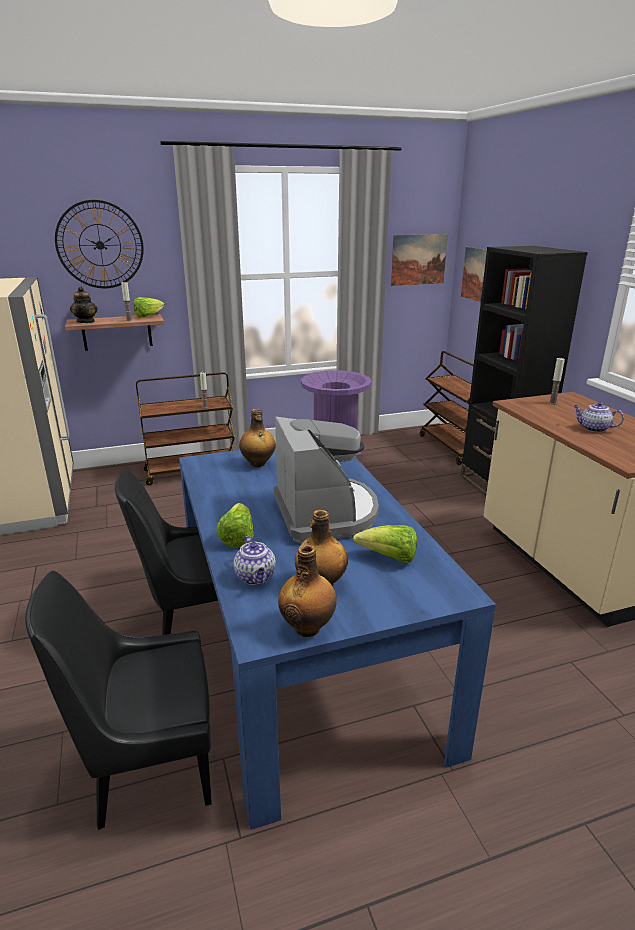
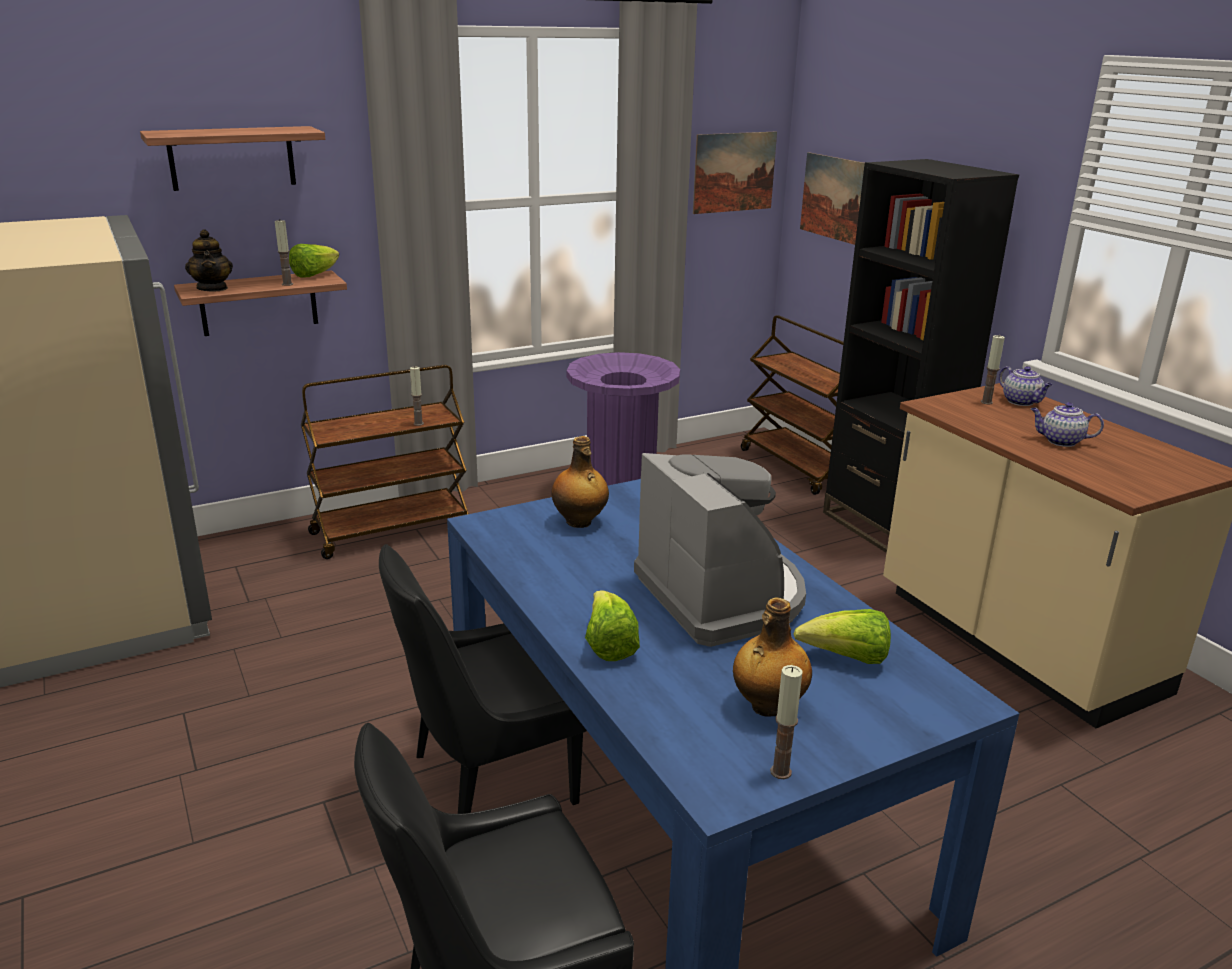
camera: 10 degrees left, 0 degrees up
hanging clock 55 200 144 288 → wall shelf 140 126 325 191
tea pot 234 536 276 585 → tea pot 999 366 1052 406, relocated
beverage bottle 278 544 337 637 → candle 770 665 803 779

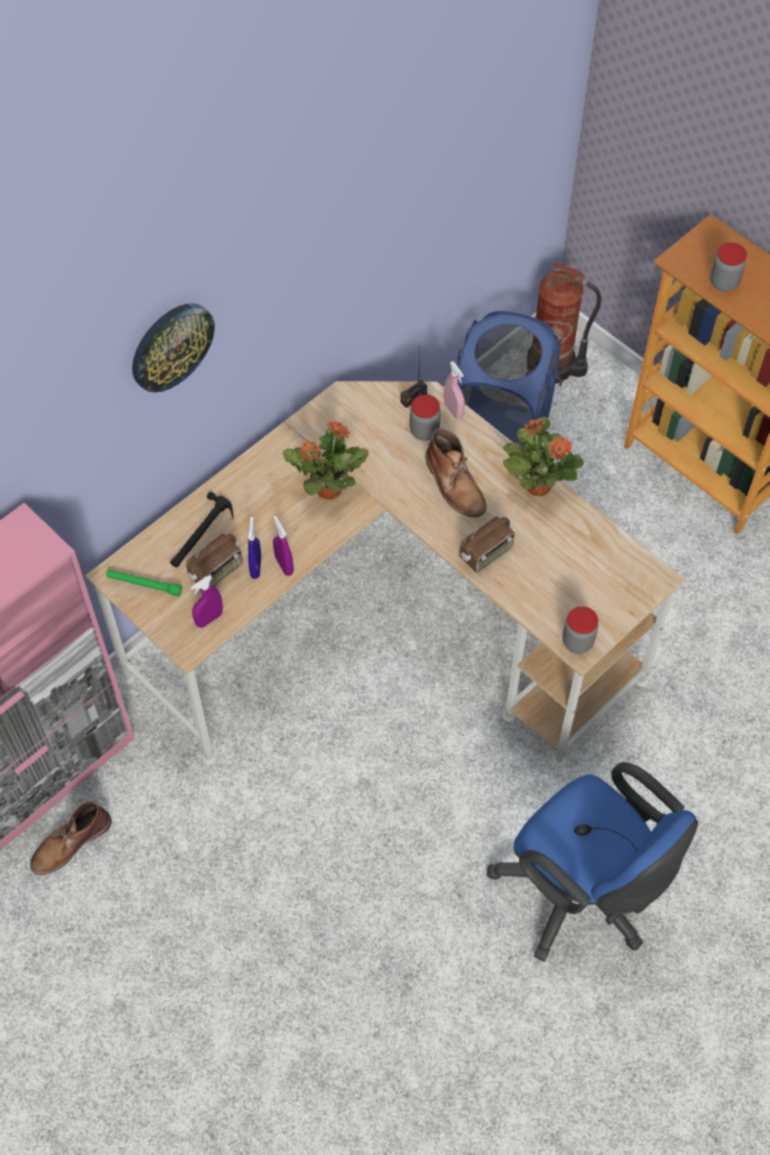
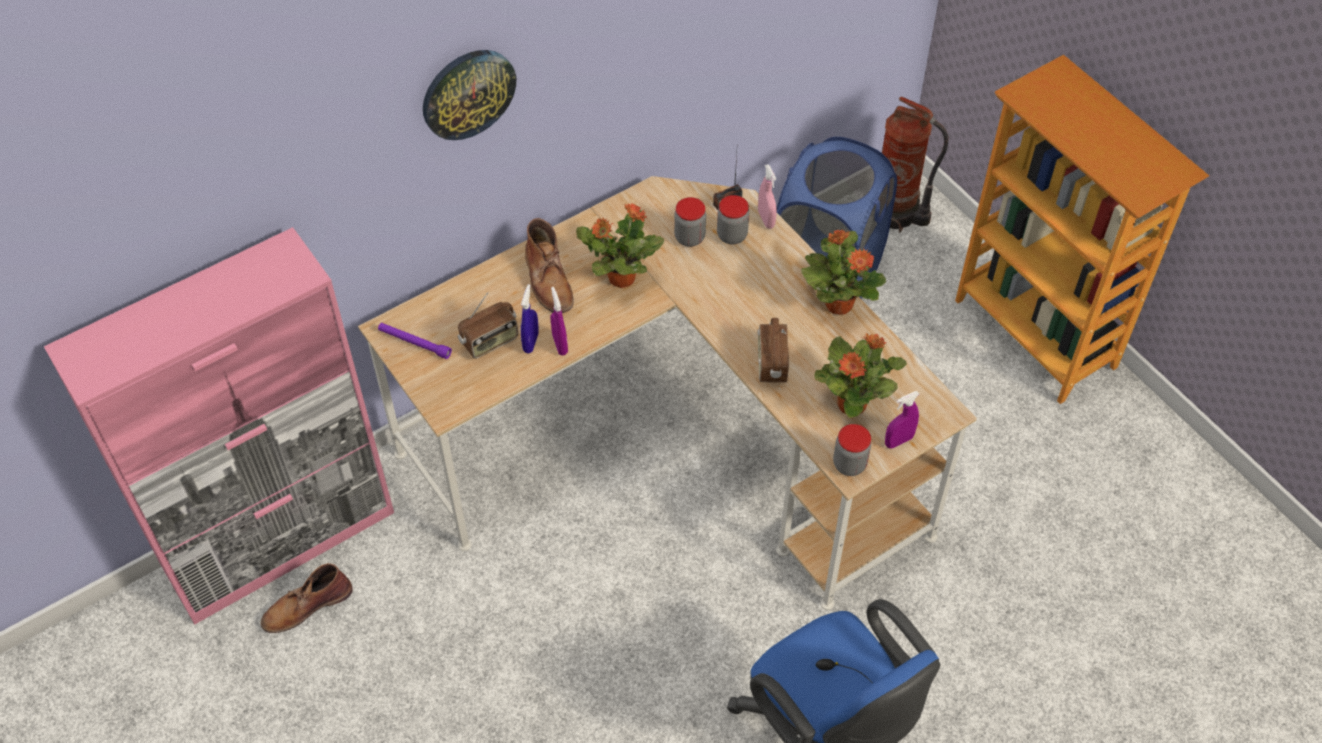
camera: 10 degrees right, 5 degrees down
preserve jar 710 243 747 292 → preserve jar 674 197 706 247, relocated
tall boot/brown 426 428 487 517 → tall boot/brown 525 218 574 313, relocated
tool hammer 170 492 233 567 → -
radio receiver 459 510 515 573 → radio receiver 758 318 789 382, 120 degrees clockwise
hand torch/green-coloured 106 570 182 596 → hand torch/purplish 378 323 452 359
hand sprayer/purplish 191 575 223 628 → hand sprayer/purplish 885 391 919 449, relocated
- → plant in a pot 814 333 907 418

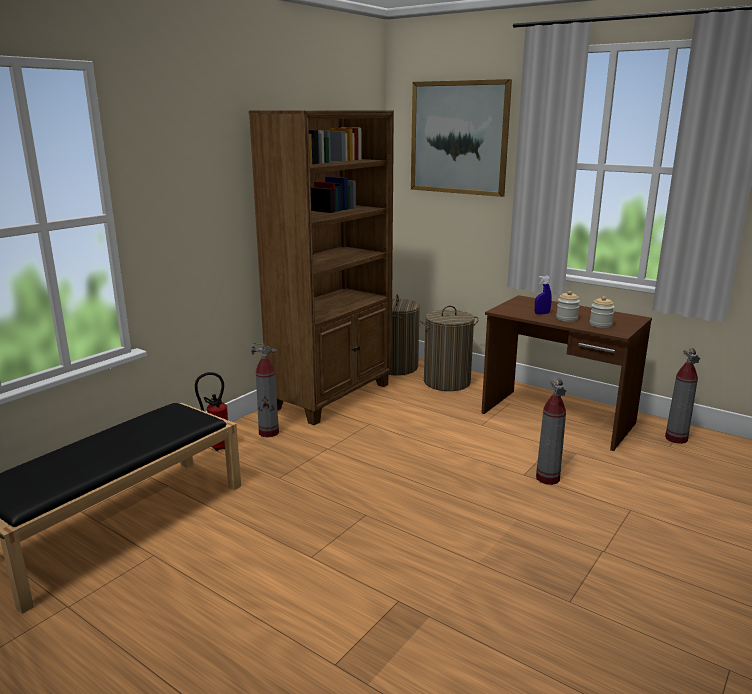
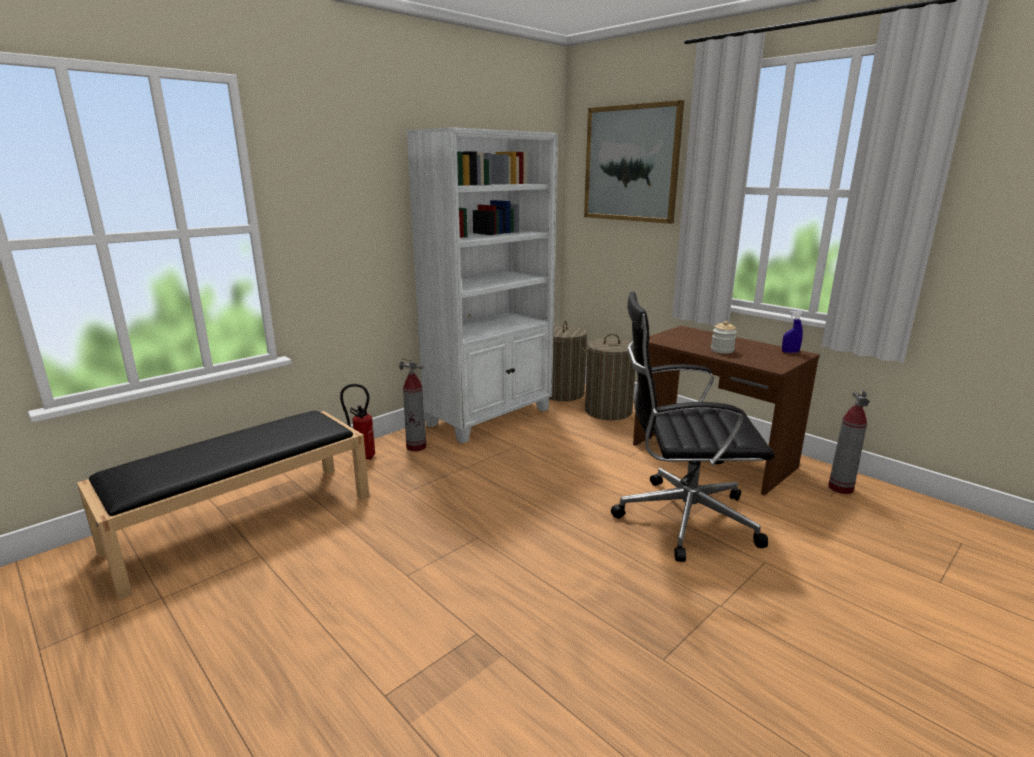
camera: 10 degrees right, 0 degrees up
bookshelf/brown 249 110 394 425 → bookshelf/whitish 406 127 558 443
hand sprayer/blue-coloured 535 276 552 314 → hand sprayer/blue-coloured 782 310 803 353, relocated
preserve jar 590 296 614 328 → -
extinguisher 536 378 566 485 → computer chair/blackish 611 291 775 562

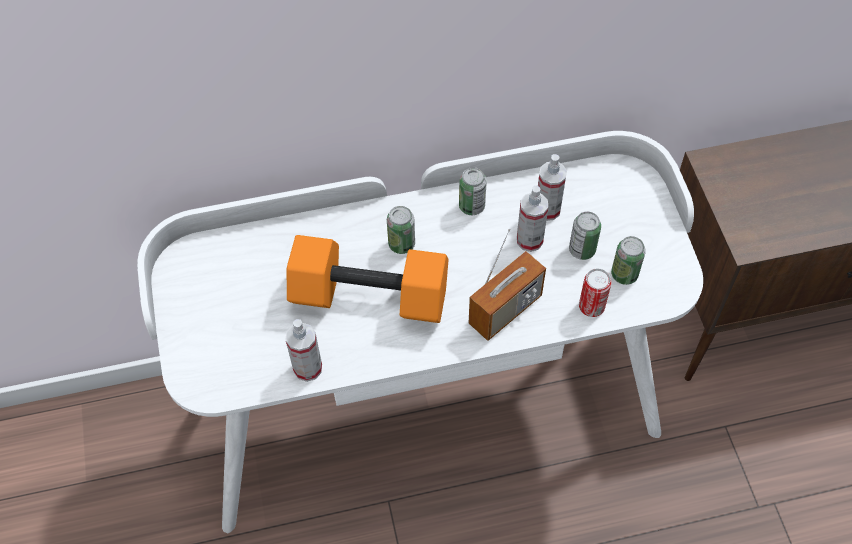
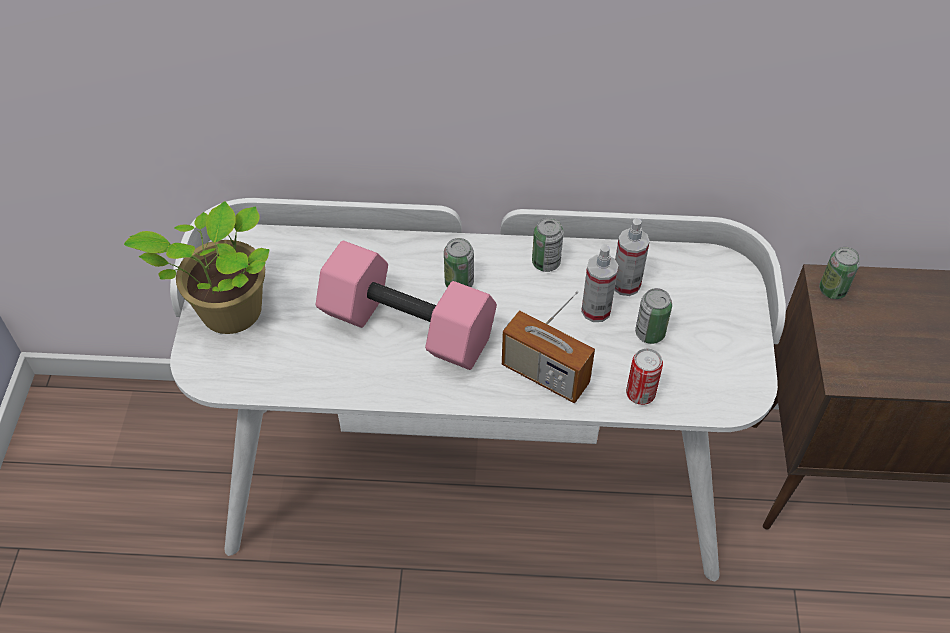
camera: 15 degrees right, 5 degrees down
radio receiver 469 228 546 341 → radio receiver 502 291 595 403, 60 degrees clockwise
free weight/orangey 287 235 449 323 → free weight/pink-coloured 316 240 497 370
metal can 611 236 646 285 → metal can 819 247 860 299, relocated
hand sprayer 286 319 322 382 → -
- → plant in a pot 124 201 270 334

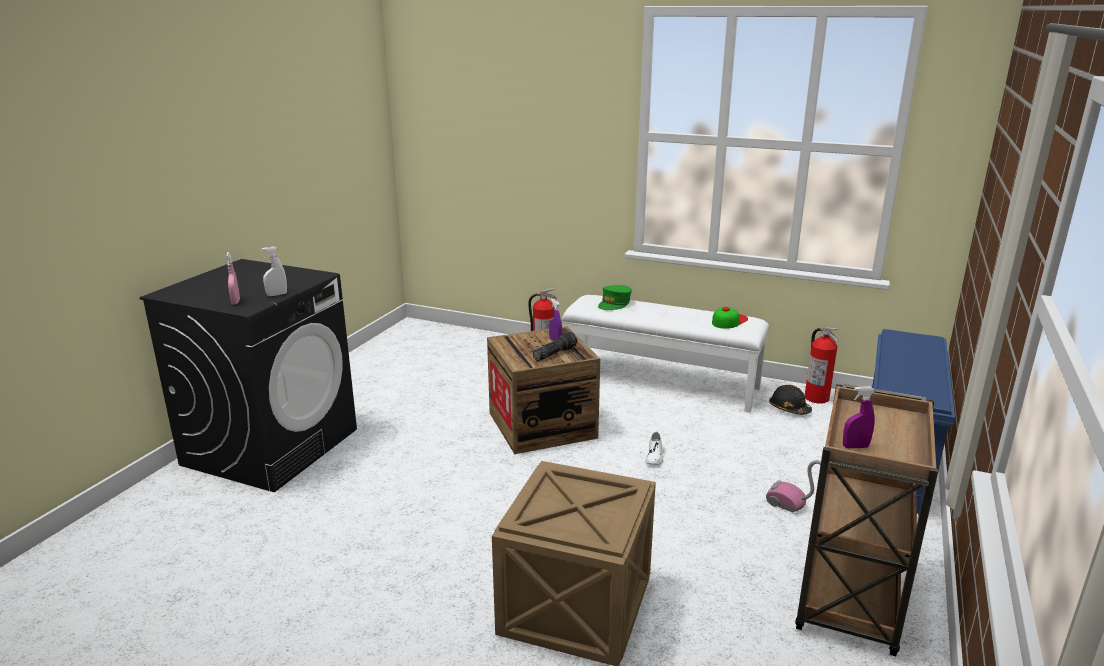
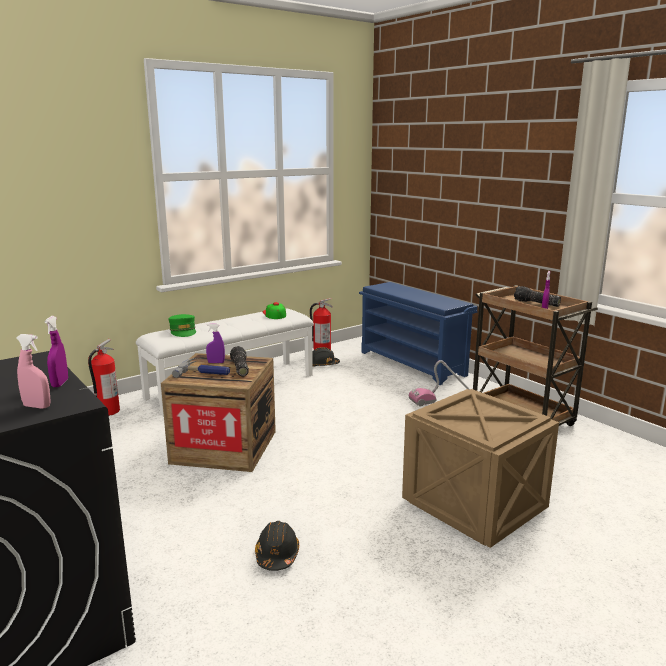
camera: 60 degrees left, 5 degrees down
hand sprayer/whitish 262 246 287 296 → hand sprayer/purplish 44 316 68 387
item of footwear/whitish 645 432 663 465 → -
- → hand torch 514 286 561 307
- → tool hammer 172 358 230 378
- → safety helmet/blackish 255 521 299 571

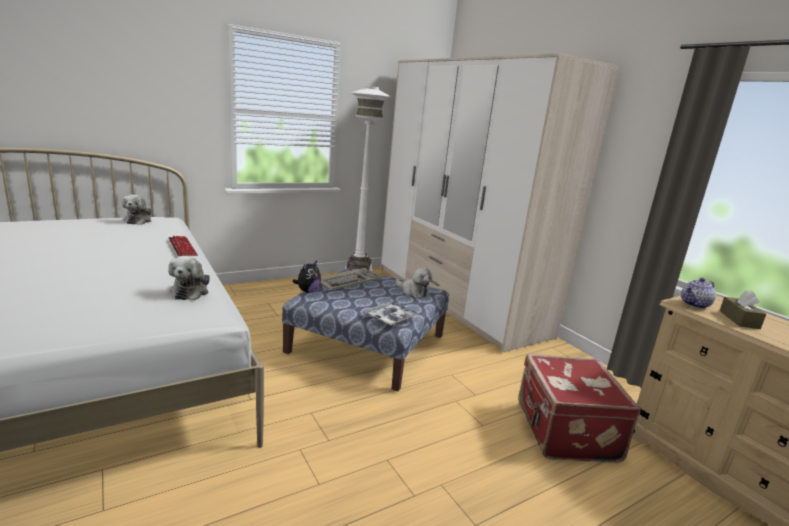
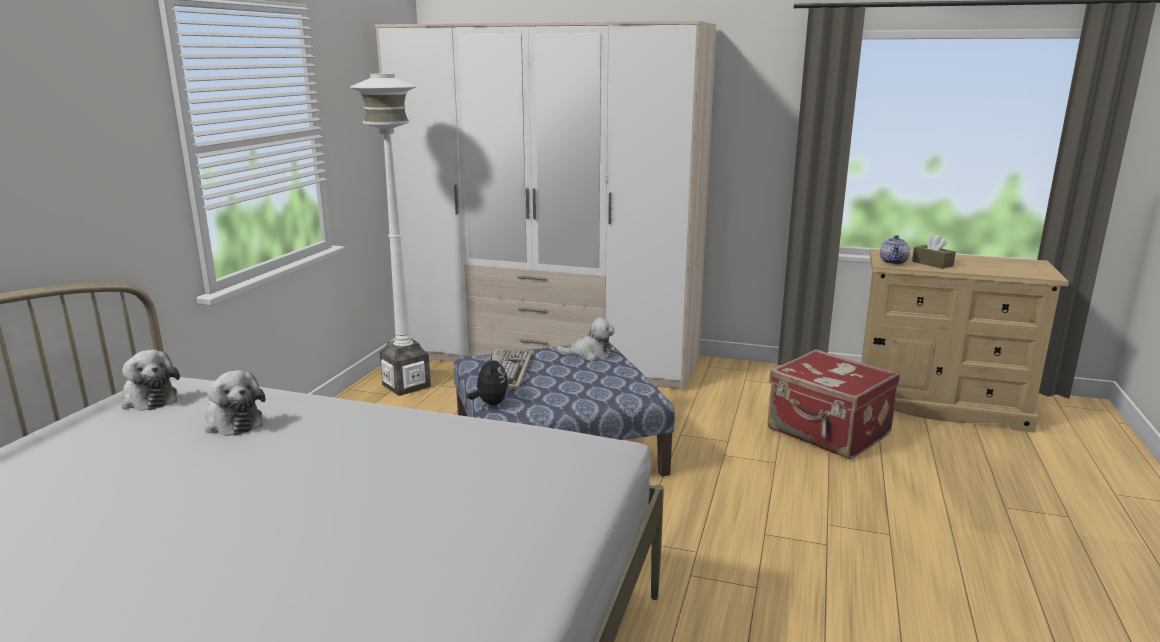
camera: 40 degrees left, 0 degrees up
computer keyboard 168 236 198 256 → -
soft toy 168 256 210 300 → soft toy 205 370 265 436, relocated
carrying tray 364 301 420 325 → -

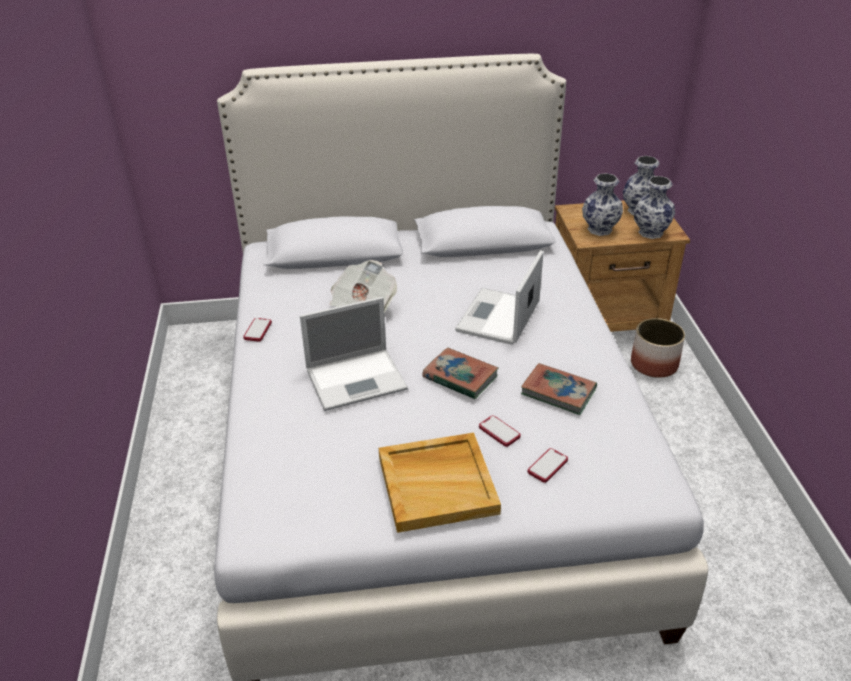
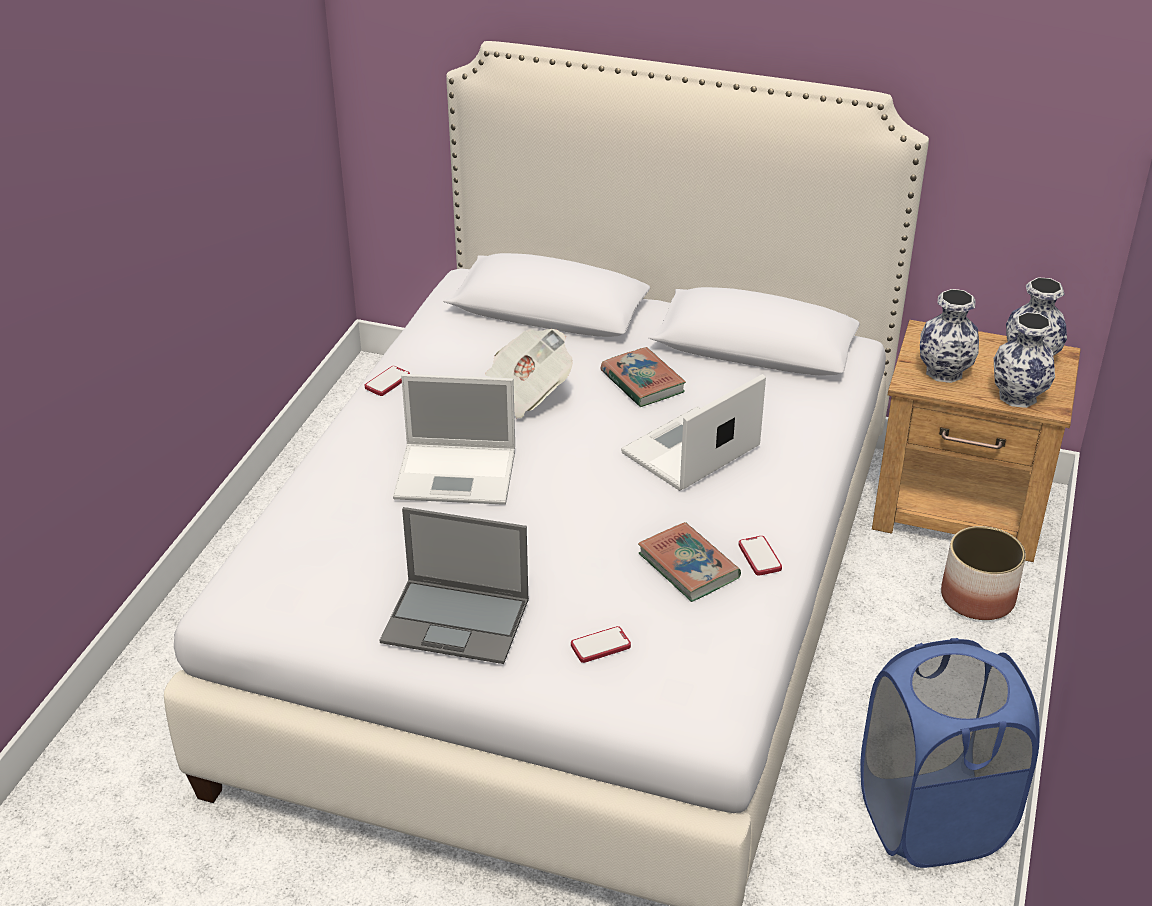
camera: 25 degrees right, 0 degrees up
volume 423 348 498 399 → volume 601 347 686 407, relocated
phone 479 415 521 447 → phone 738 536 782 576, relocated
carrying tray/beige 379 433 501 533 → portable computer 380 507 529 664
- → hamper/blue-coloured 860 638 1040 868

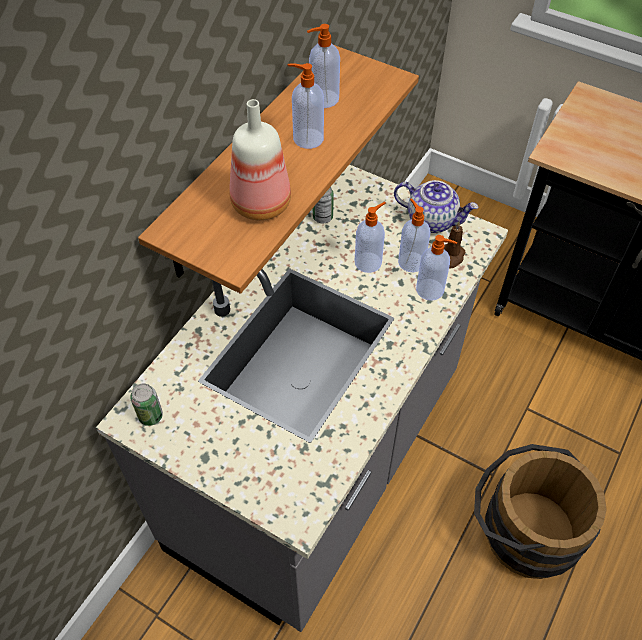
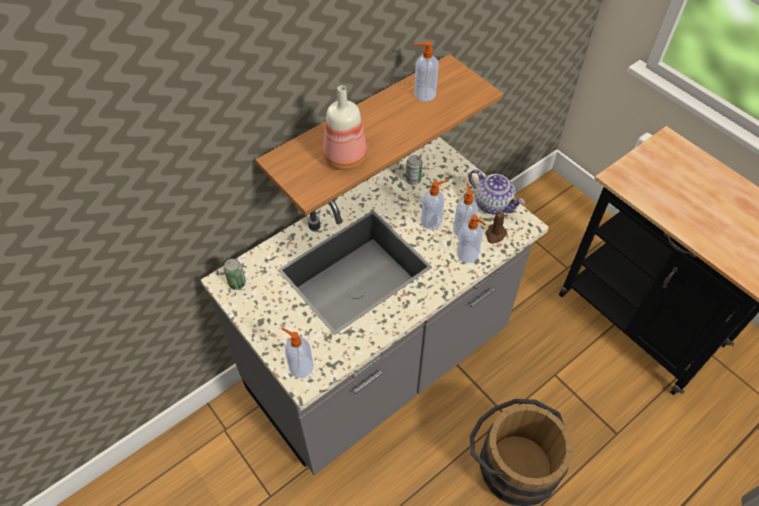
camera: 20 degrees right, 0 degrees up
soap dispenser 288 63 324 149 → soap dispenser 282 328 313 378, relocated

